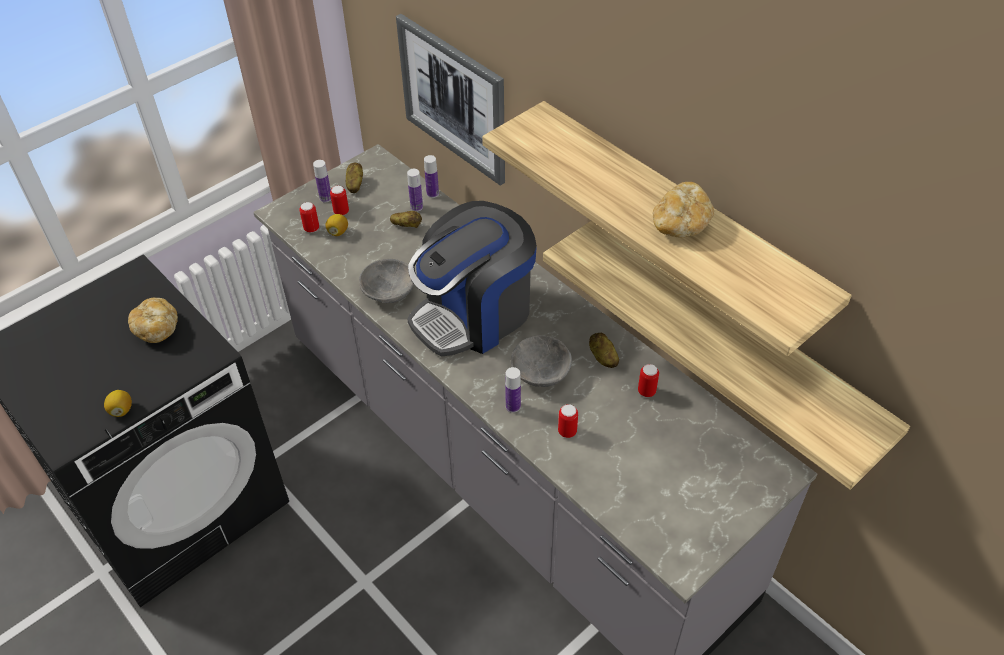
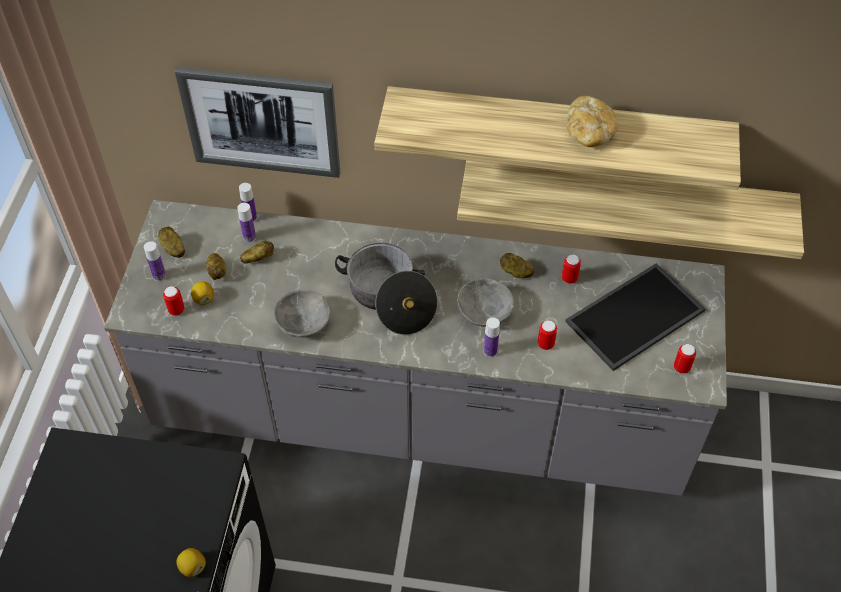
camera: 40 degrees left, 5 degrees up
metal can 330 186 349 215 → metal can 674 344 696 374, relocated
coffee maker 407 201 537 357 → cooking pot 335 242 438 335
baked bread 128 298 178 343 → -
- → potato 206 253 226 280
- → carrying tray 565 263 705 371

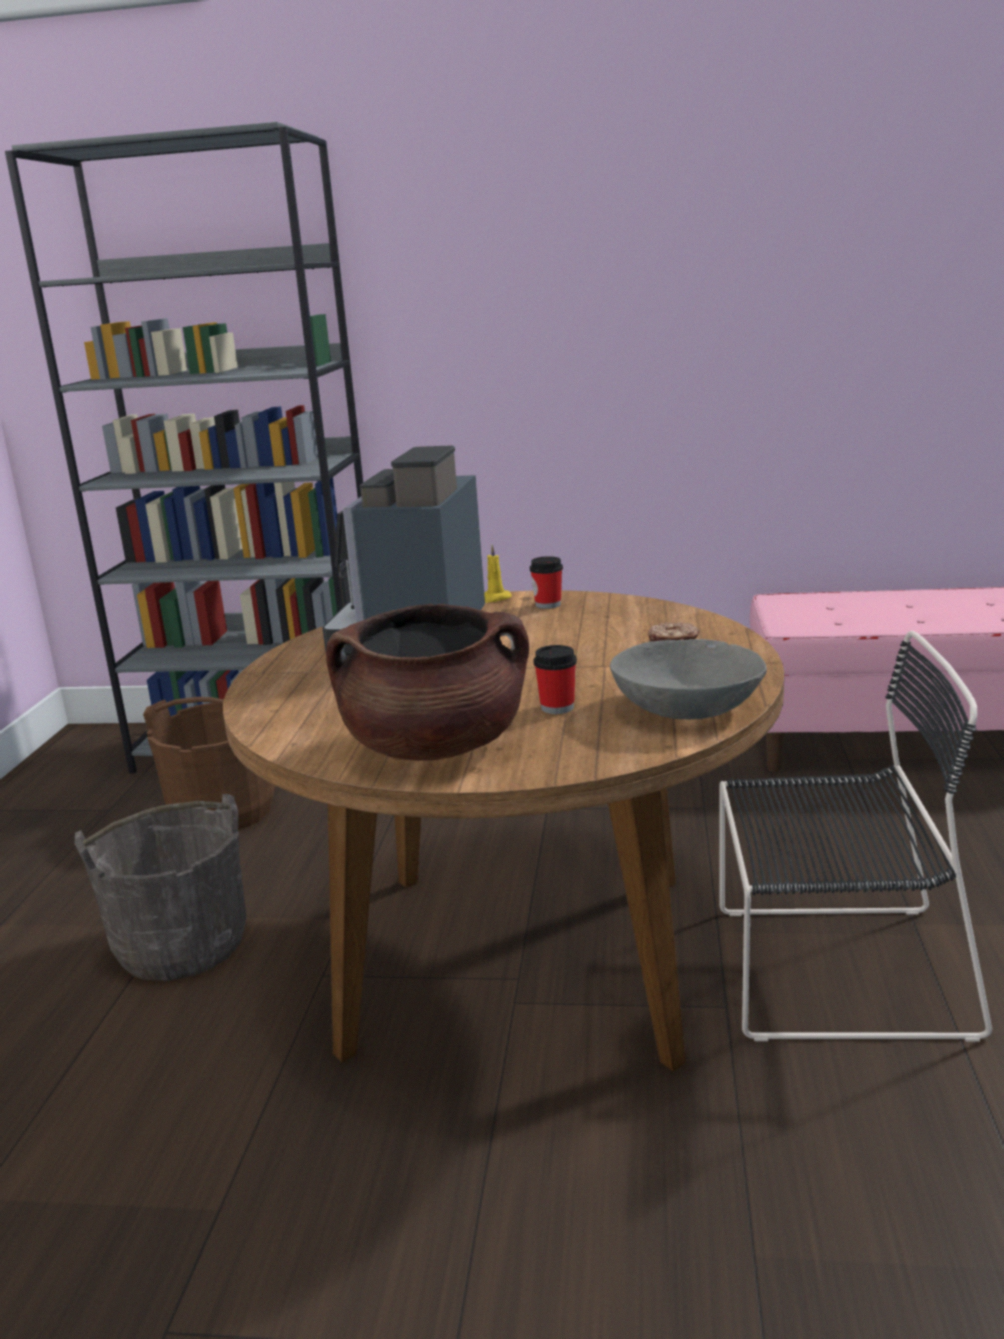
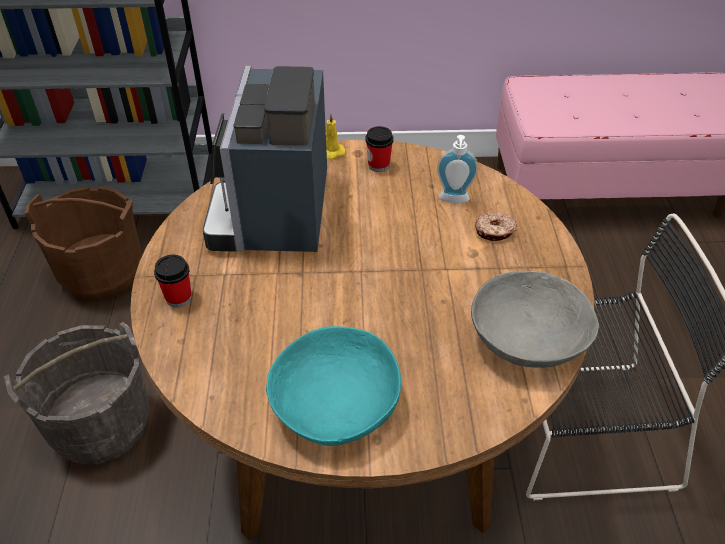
camera: 10 degrees left, 25 degrees up
cooking pot/brown 326 603 529 761 → serving bowl/turquoise 266 326 401 446
cup 533 645 577 714 → cup 154 255 192 308, relocated
- → soap dispenser 437 135 478 203

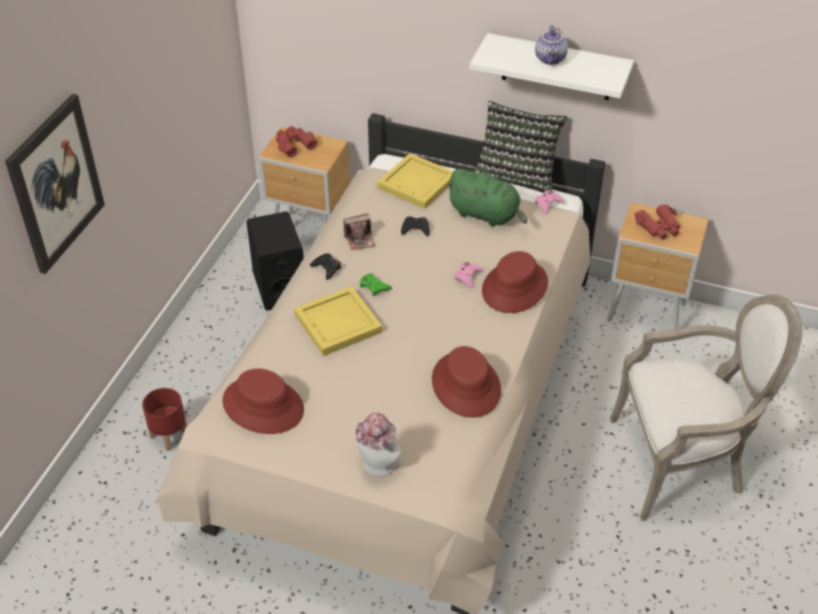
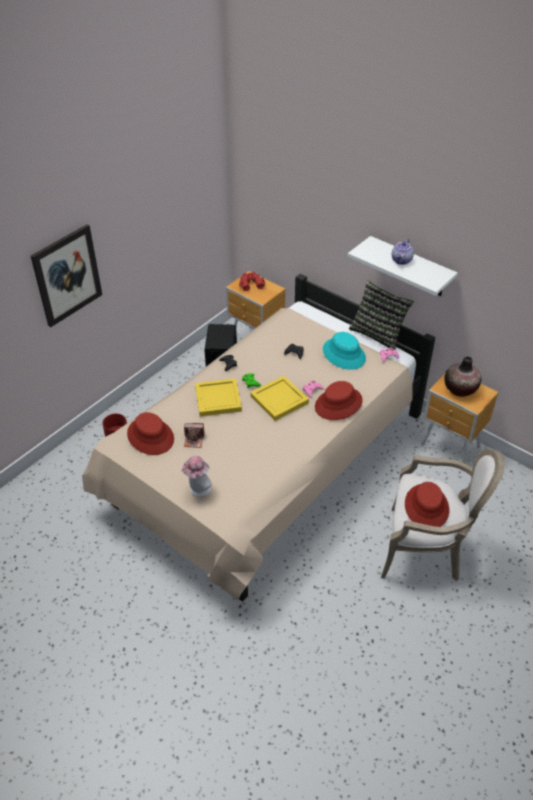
camera: 20 degrees right, 0 degrees up
carrying tray/yellowish 377 153 453 209 → carrying tray/yellowish 250 376 309 421, relocated
soft toy/green-coloured 446 169 527 227 → wearable hat/turquoise 323 332 366 370
field glasses/red 634 204 680 240 → flower vase 444 356 481 397
still camera 343 213 375 250 → still camera 184 423 205 448, relocated
wearable hat/red 432 346 501 418 → wearable hat/red 405 482 449 527, relocated

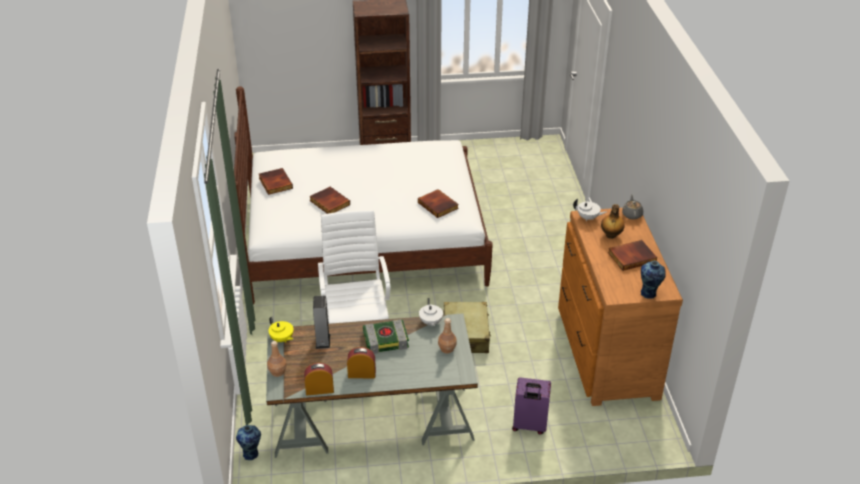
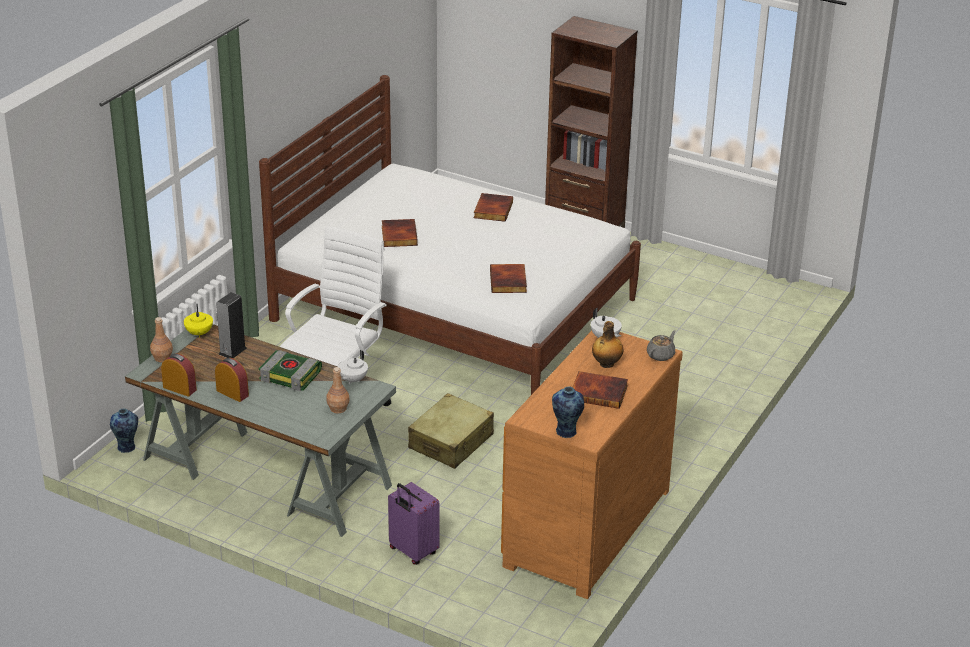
camera: 35 degrees right, 5 degrees down
volume 259 168 293 195 → volume 474 193 513 222, relocated

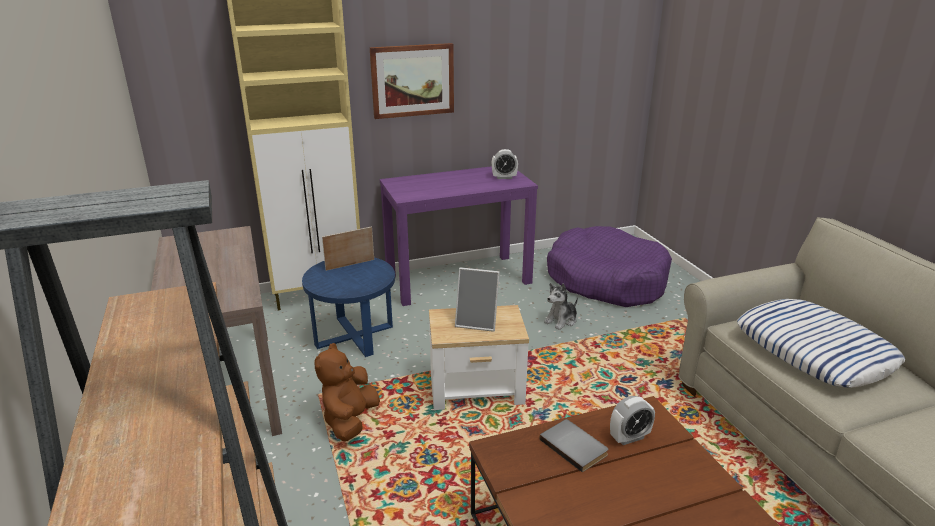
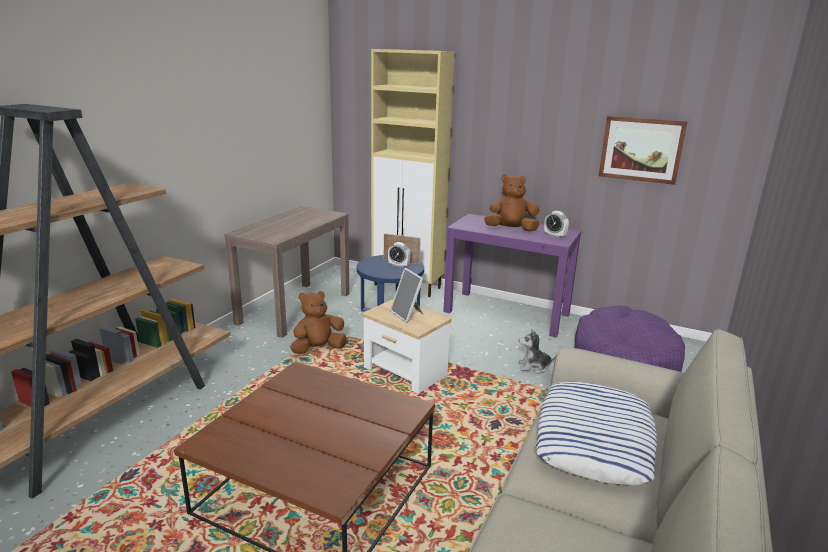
camera: 45 degrees right, 5 degrees down
wall art 370 43 454 119 → wall art 599 116 688 185, relocated
table clock 610 396 655 445 → table clock 388 242 411 268, relocated
volume/greyish 539 419 608 472 → -
- → soft toy/brown 484 174 540 231

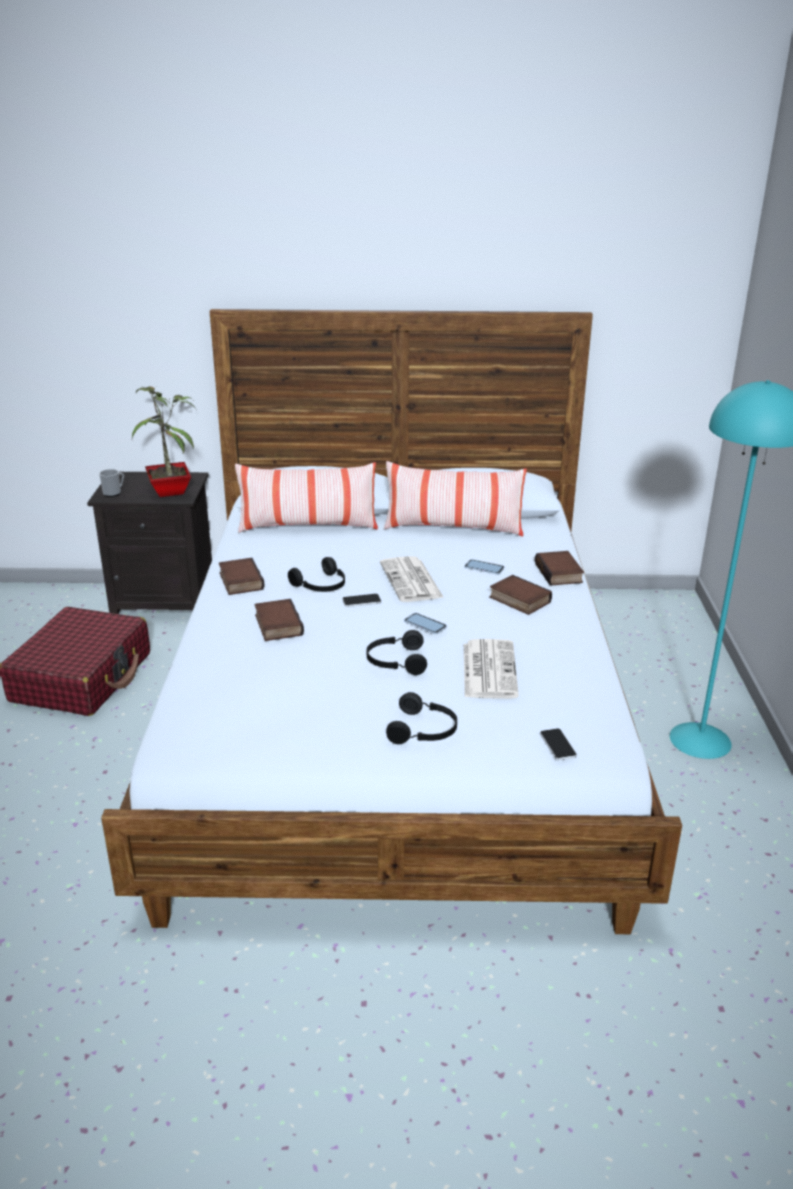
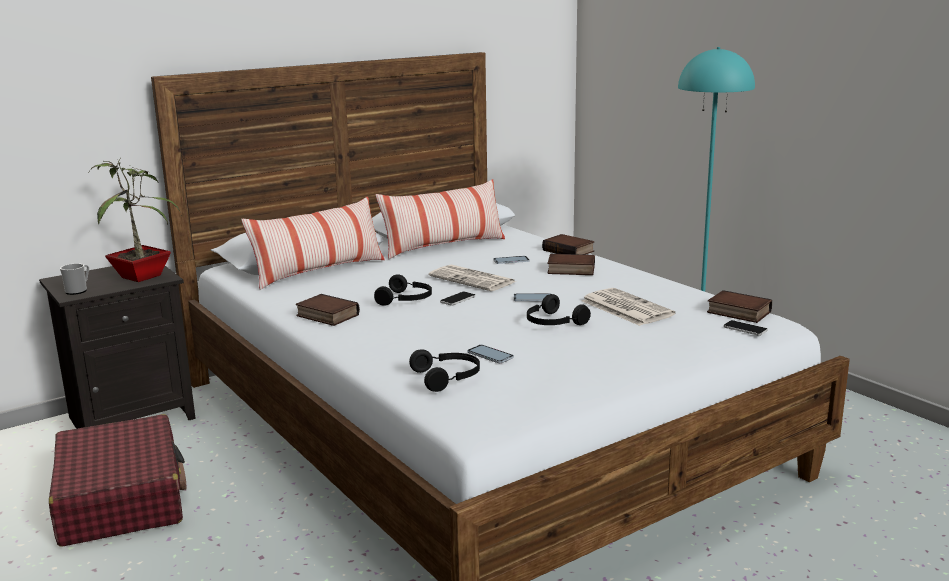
camera: 35 degrees left, 10 degrees down
volume 255 599 304 641 → volume 707 290 772 323, relocated
pair of headphones/blackish 386 692 457 744 → pair of headphones/blackish 409 349 480 392, relocated
- → phone 467 345 514 363

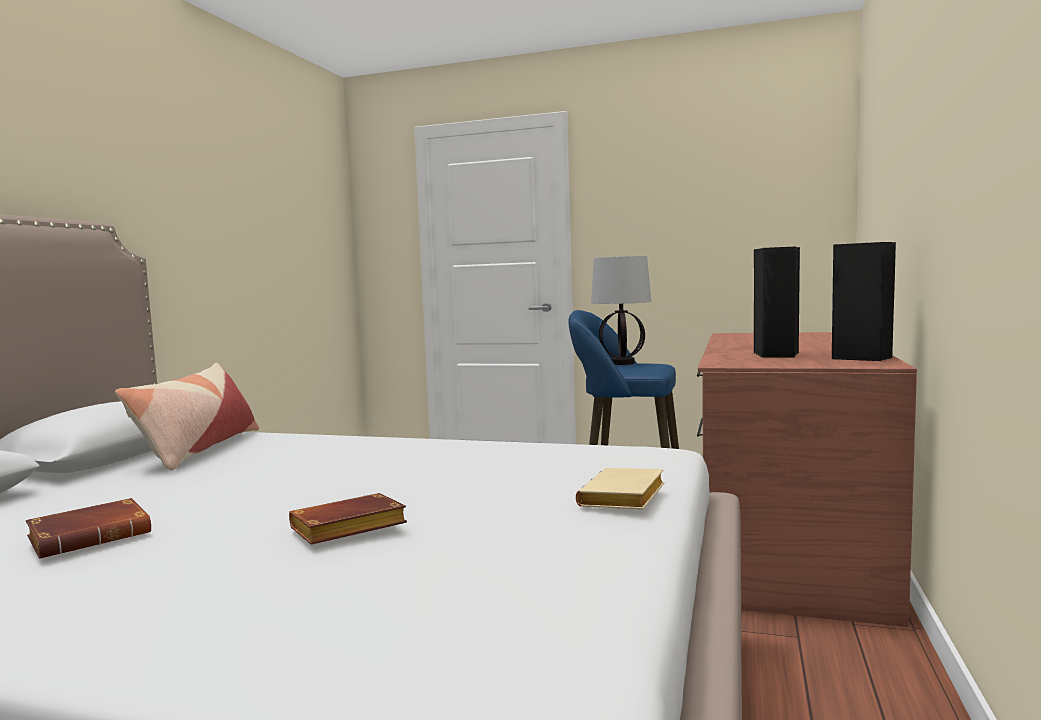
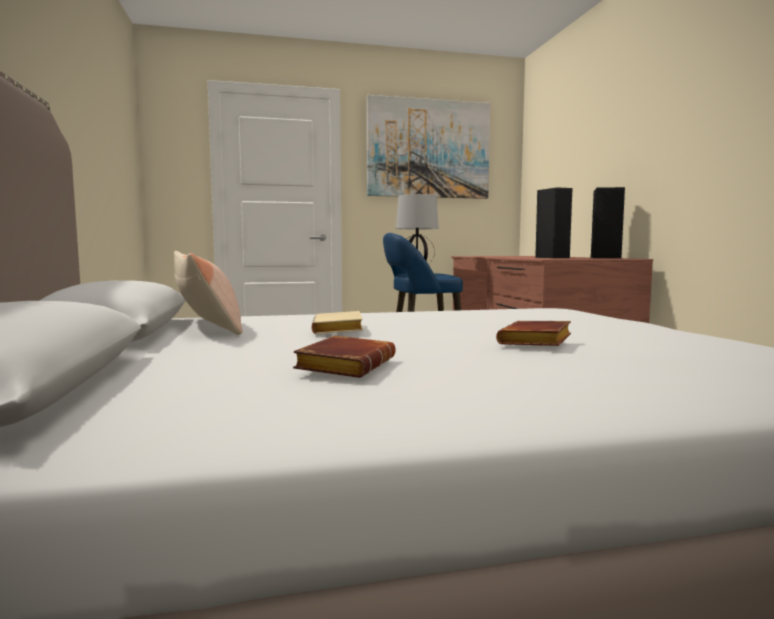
camera: 30 degrees left, 0 degrees up
volume/beige 576 468 664 510 → volume/beige 312 311 363 334, relocated
- → wall art 367 95 490 199

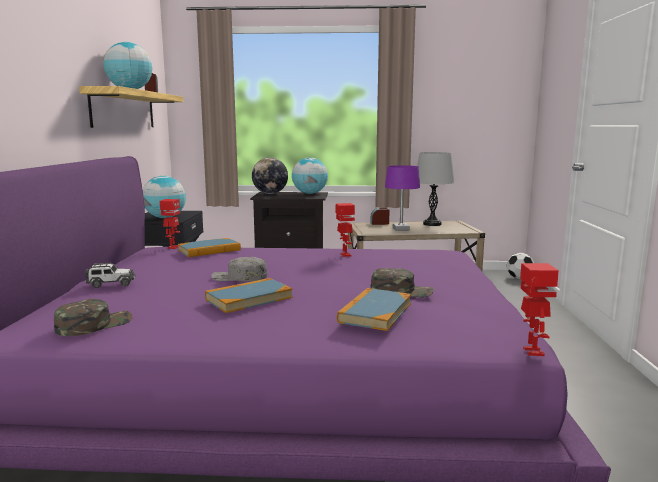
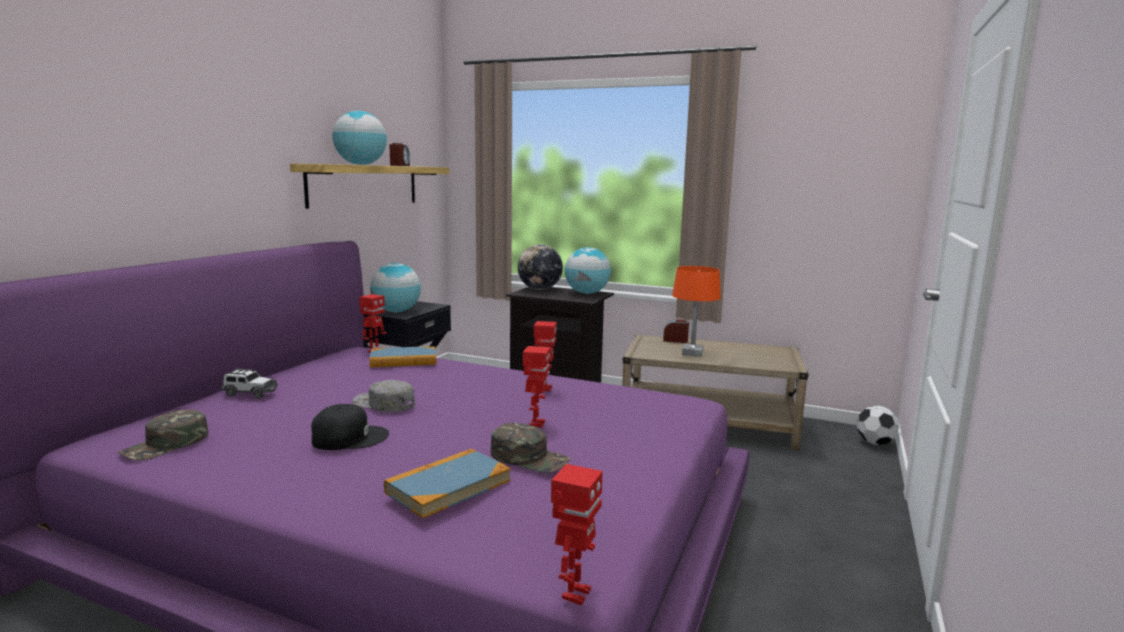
camera: 20 degrees right, 0 degrees up
tabletop lamp/greyish 417 152 455 226 → -
tabletop lamp/purplish 385 165 420 231 → tabletop lamp/orangey 672 266 721 357
volume 205 278 293 313 → peaked cap/blackish 311 404 389 450
peaked cap/green-coloured 54 299 132 336 → peaked cap/green-coloured 118 409 208 460, 150 degrees clockwise
- → model robot 523 346 550 428

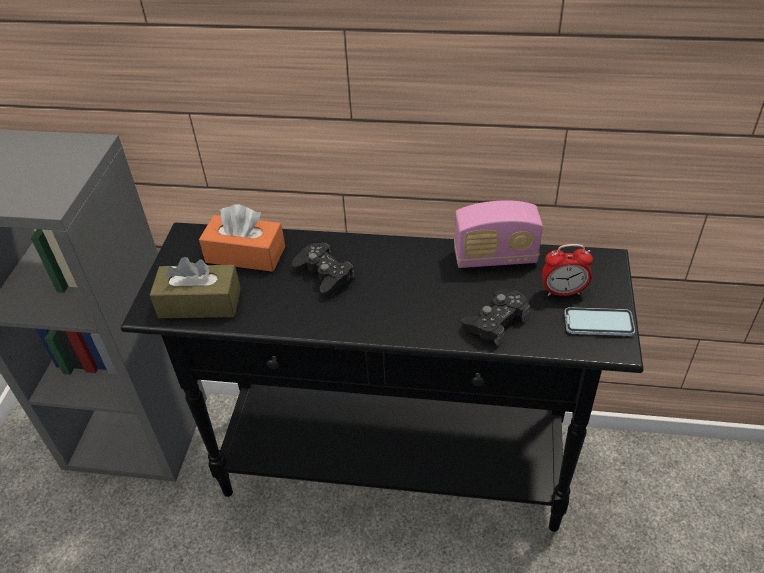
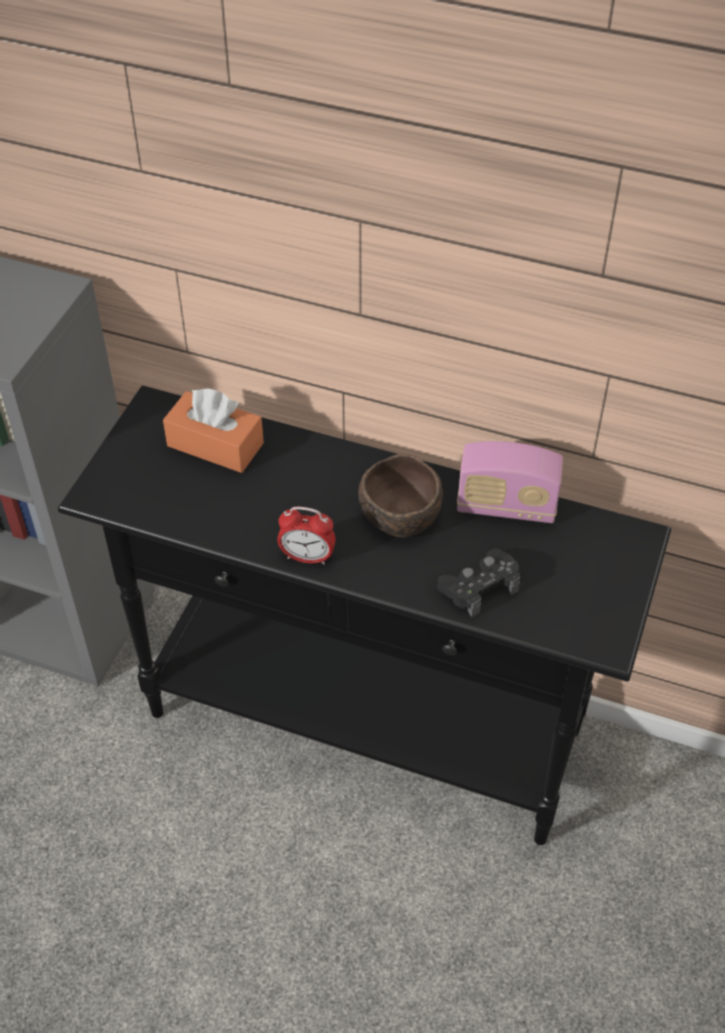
camera: 10 degrees right, 5 degrees up
gamepad/blackish 292 243 354 299 → -
table clock 542 244 593 296 → table clock 277 507 336 565, relocated
box of tissues/brown 150 257 241 318 → -
phone 564 307 635 336 → -
- → serving bowl/brown 358 454 443 537

